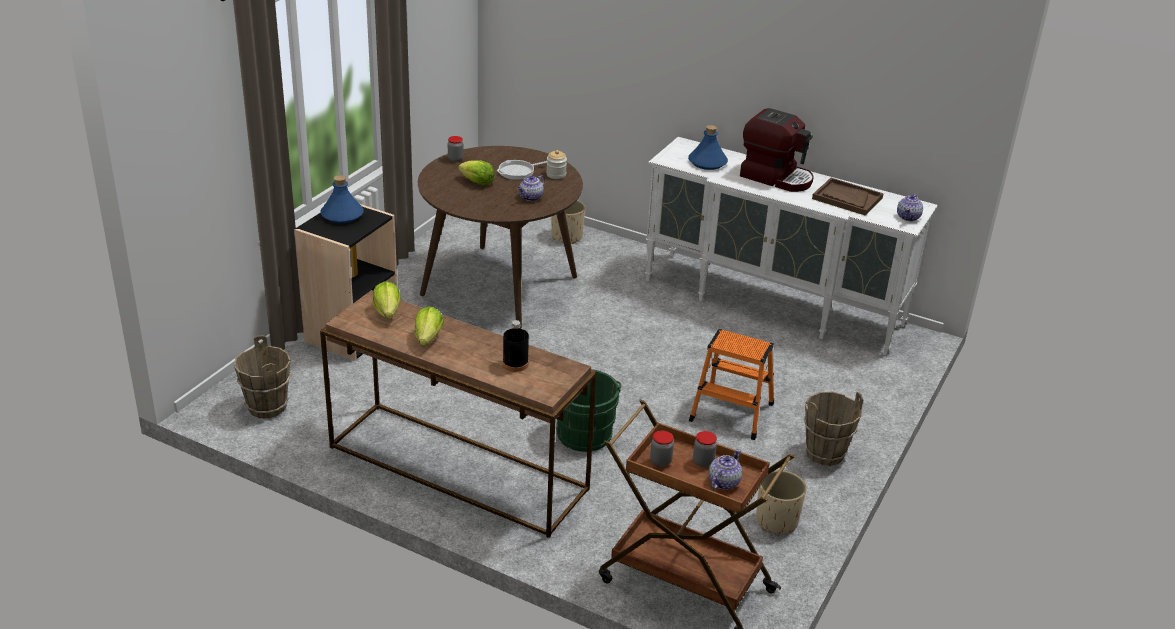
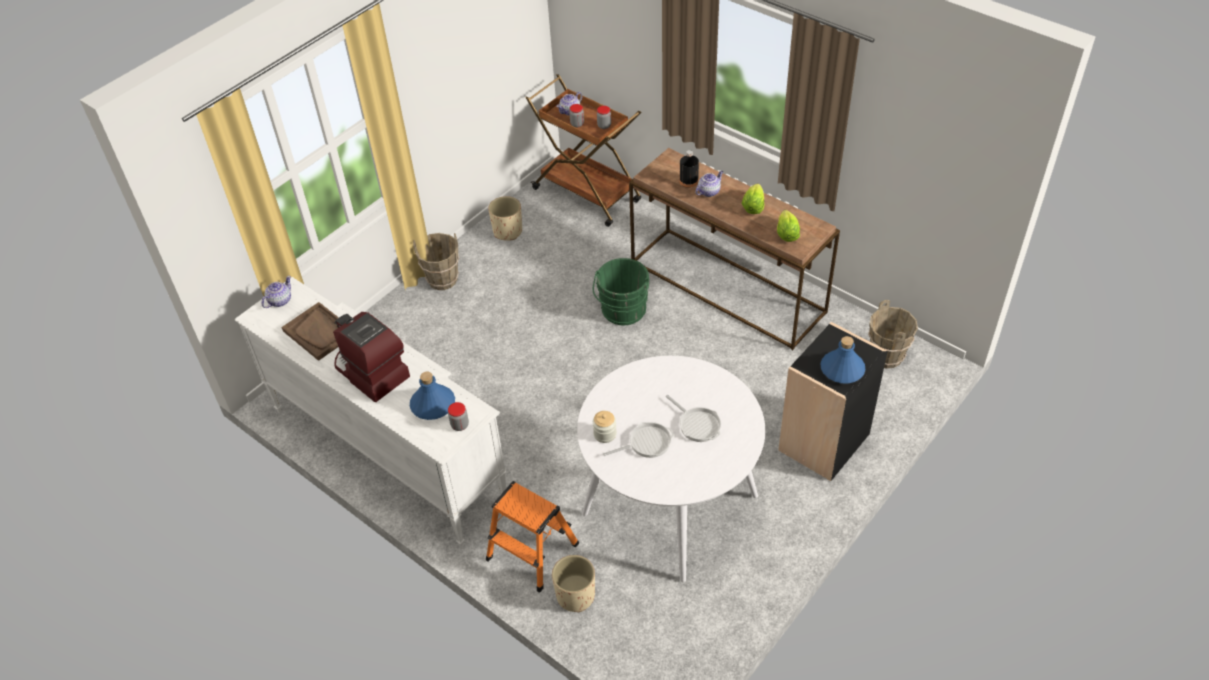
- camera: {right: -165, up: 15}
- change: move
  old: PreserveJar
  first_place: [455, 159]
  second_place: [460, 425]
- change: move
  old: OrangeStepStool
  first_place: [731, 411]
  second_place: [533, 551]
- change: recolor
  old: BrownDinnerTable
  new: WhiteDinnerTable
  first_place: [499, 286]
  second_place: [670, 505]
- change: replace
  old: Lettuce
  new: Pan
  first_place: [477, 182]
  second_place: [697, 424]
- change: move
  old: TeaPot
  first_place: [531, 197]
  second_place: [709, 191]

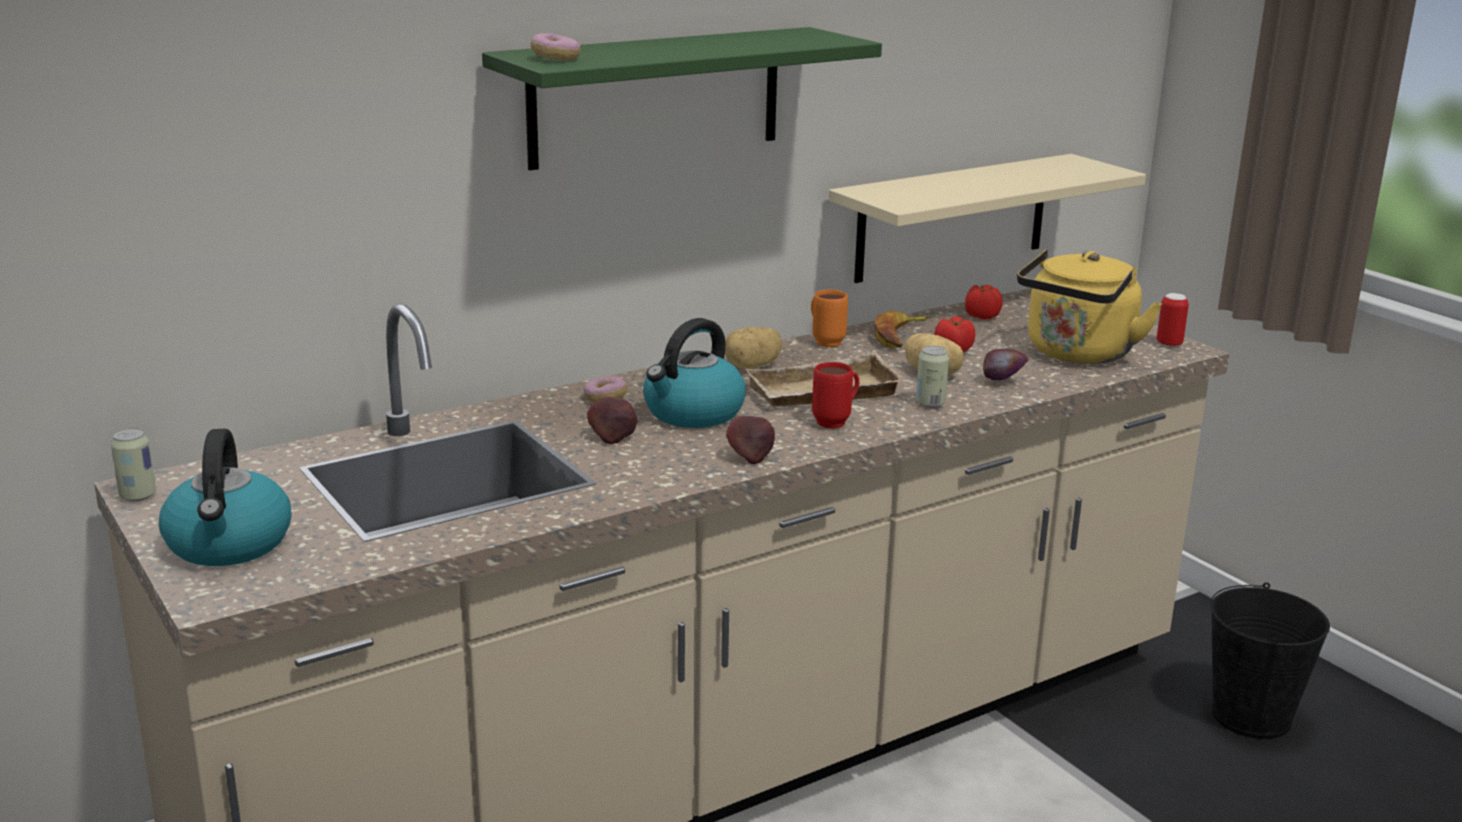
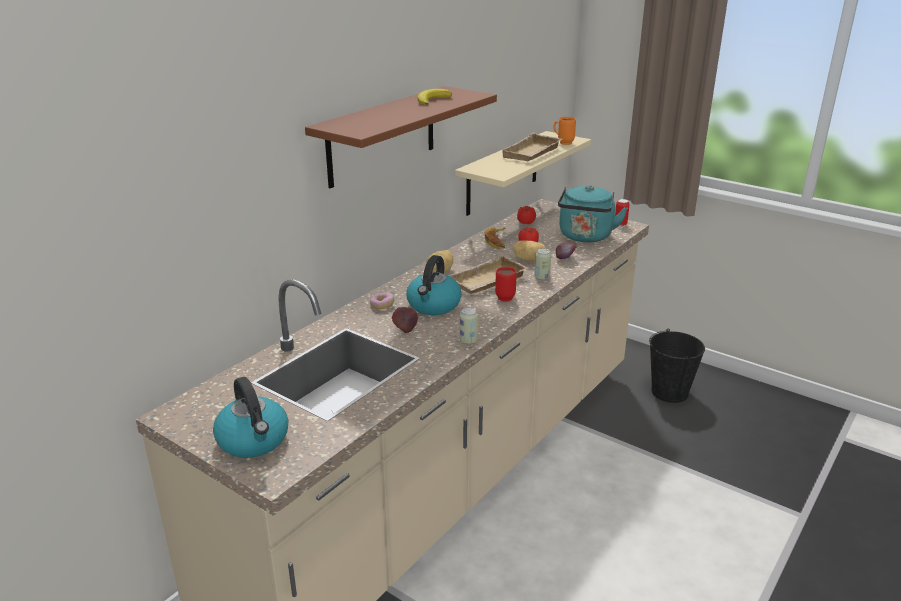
- camera: {right: -20, up: 5}
- change: recolor
  old: GreenishShelf
  new: BrownShelf
  first_place: [656, 97]
  second_place: [382, 136]
- change: insert
  new: BananaFruit
  second_place: [432, 100]
- change: move
  old: MetalCan
  first_place: [138, 495]
  second_place: [468, 341]
- change: insert
  new: SandColouredCarryingTray
  second_place: [532, 153]
- change: move
  old: OrangeMug
  first_place: [824, 341]
  second_place: [562, 142]
- change: recolor
  old: YellowishWaterKettle
  new: TurquoiseColouredWaterKettle
  first_place: [1077, 354]
  second_place: [585, 237]
- change: delete
  old: Doughnut
  first_place: [555, 58]
- change: delete
  old: AppleFruit
  first_place: [750, 457]

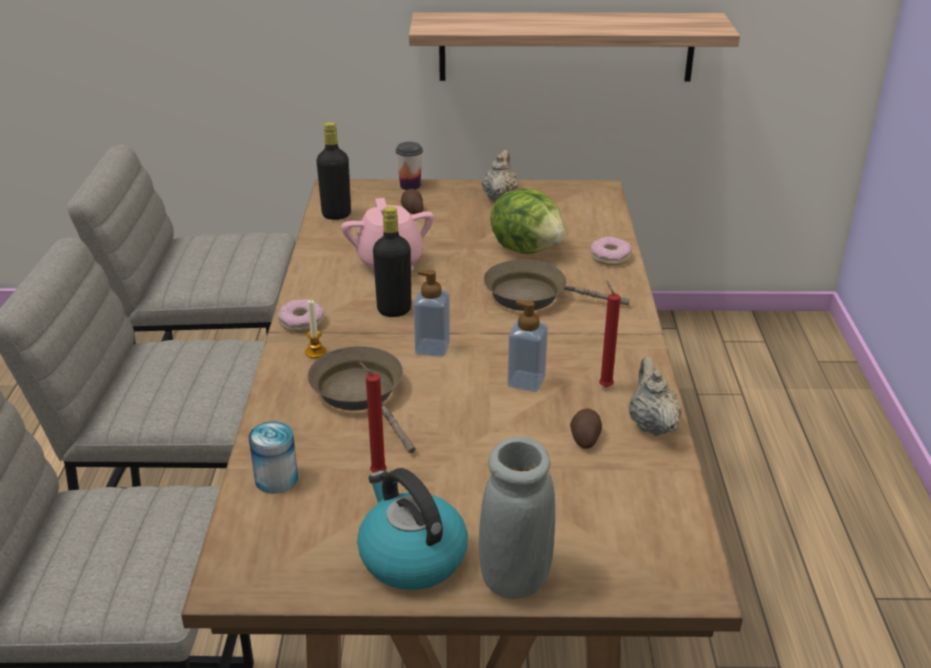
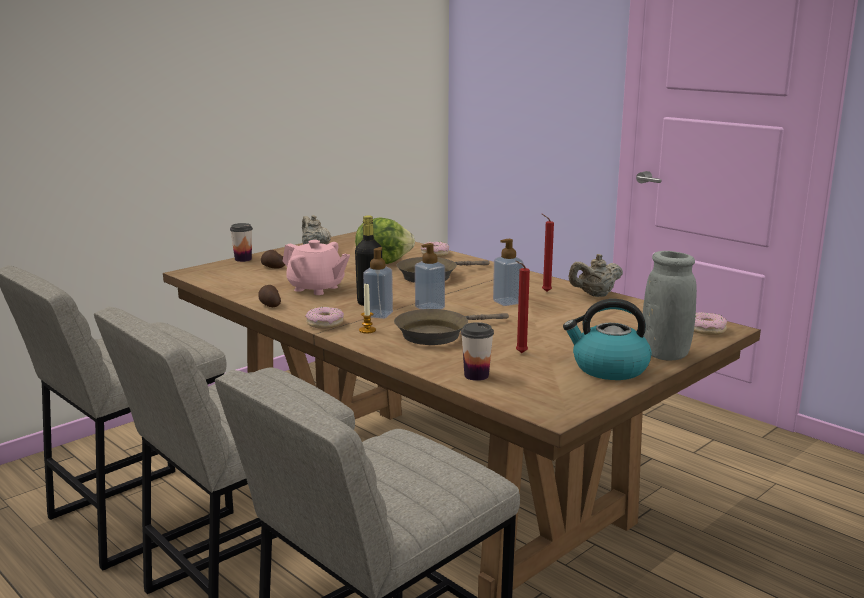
- camera: {right: -45, up: -15}
- change: move
  old: WholePotato
  first_place: [585, 438]
  second_place: [269, 305]
- change: insert
  new: SoapDispenser
  second_place: [378, 314]
- change: rotate
  old: BrownPan
  first_place: [361, 394]
  second_place: [437, 334]
  degrees: -45
- change: replace
  old: MetalCan
  new: Cup
  first_place: [276, 479]
  second_place: [476, 375]
- change: rotate
  old: SandColouredTeaPot
  first_place: [651, 424]
  second_place: [595, 295]
  degrees: -60
- change: insert
  new: Doughnut
  second_place: [706, 330]
- change: delete
  old: BlackishBottle
  first_place: [336, 215]
- change: delete
  old: Shelf
  first_place: [566, 47]

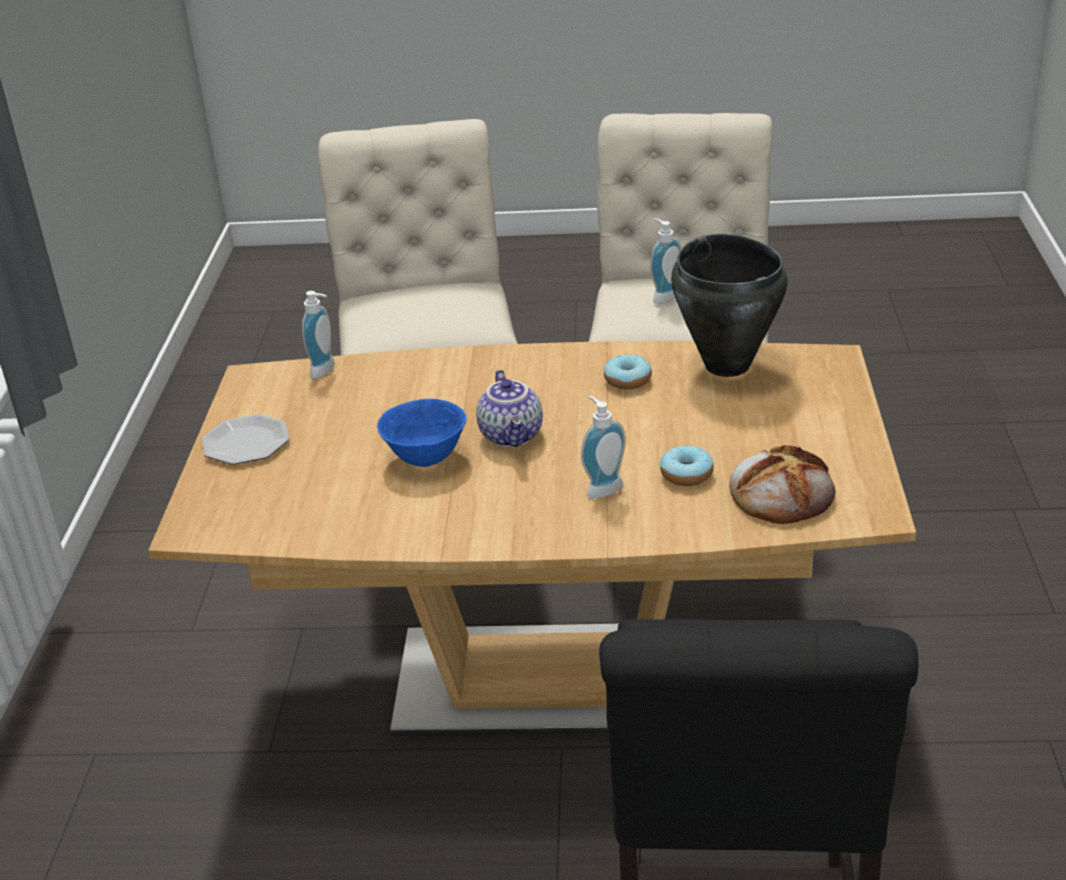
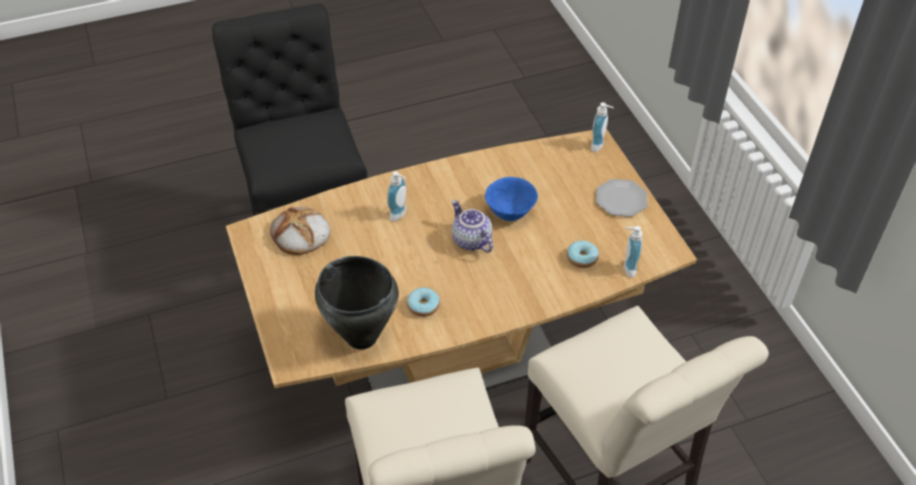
- camera: {right: 155, up: 15}
- change: move
  old: Doughnut
  first_place: [686, 474]
  second_place: [582, 258]
- change: move
  old: SoapDispenser
  first_place: [663, 296]
  second_place: [599, 146]

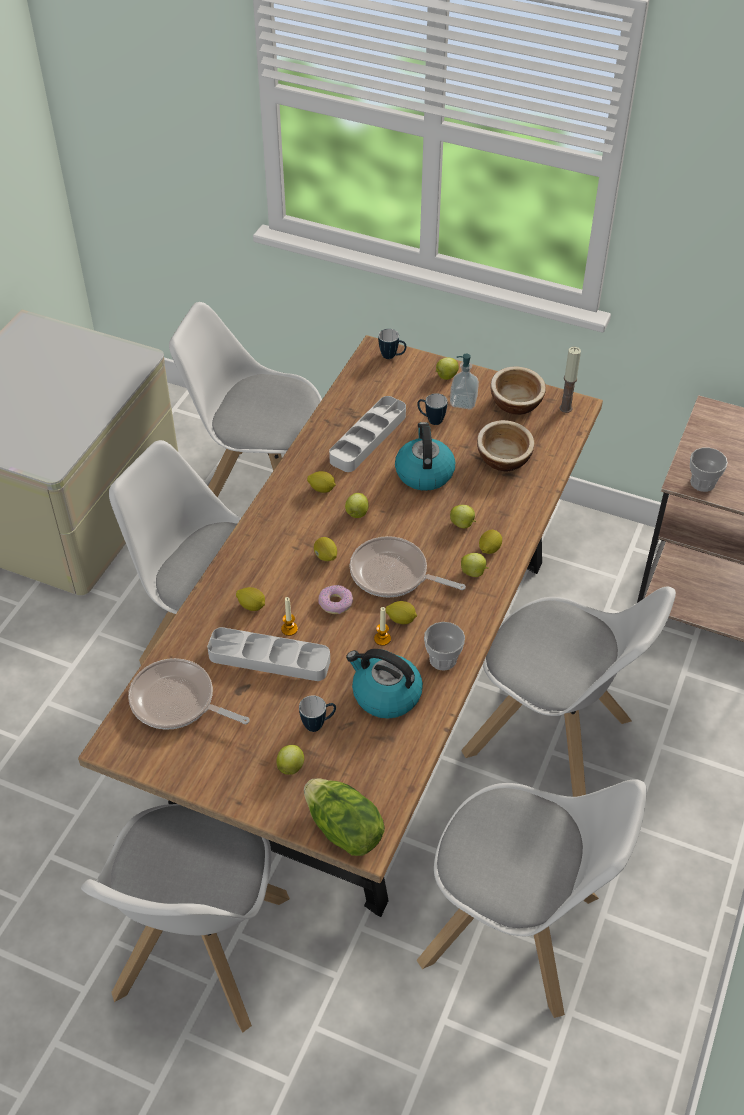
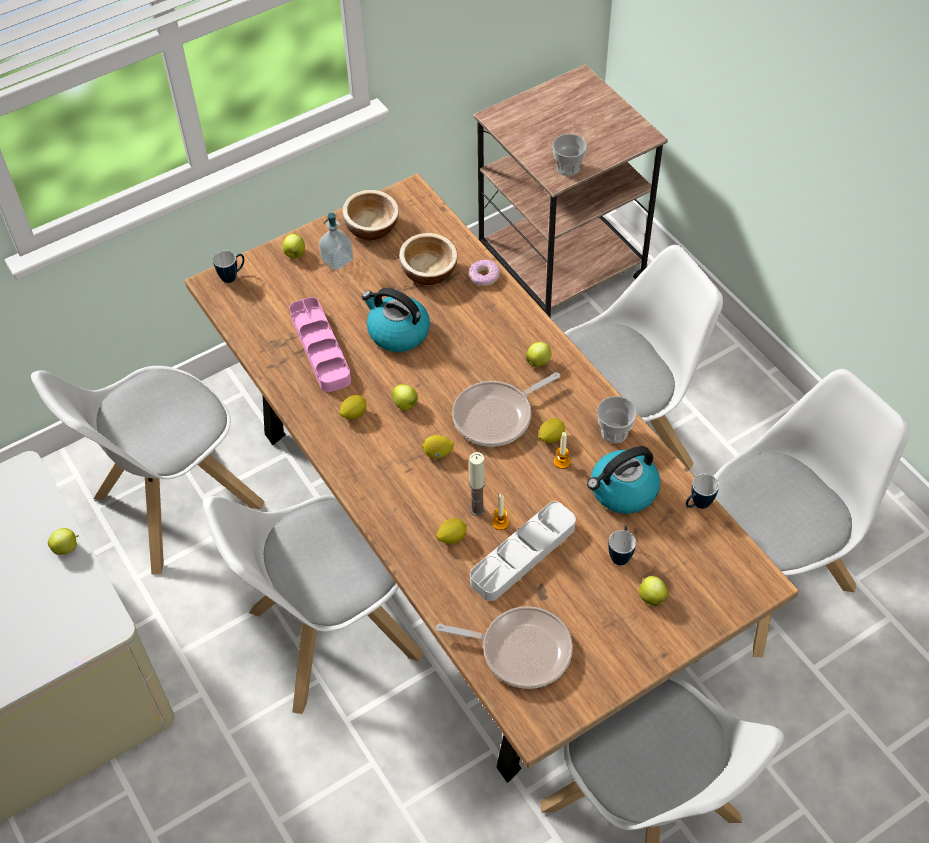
- camera: {right: -55, up: 5}
- change: move
  old: AppleFruit
  first_place: [463, 524]
  second_place: [67, 548]
- change: recolor
  old: GrayCarryingTray
  new: PinkCarryingTray
  first_place: [368, 438]
  second_place: [320, 348]
- change: rotate
  old: Pan
  first_place: [177, 702]
  second_place: [520, 650]
  degrees: -135
- change: move
  old: Doughnut
  first_place: [335, 603]
  second_place: [484, 276]
- change: move
  old: WaxLight
  first_place: [565, 408]
  second_place: [477, 509]
- change: move
  old: Mug
  first_place: [431, 420]
  second_place: [697, 505]
- change: delete
  old: Lettuce
  first_place: [343, 830]
- change: delete
  old: WholeLemon
  first_place: [489, 549]

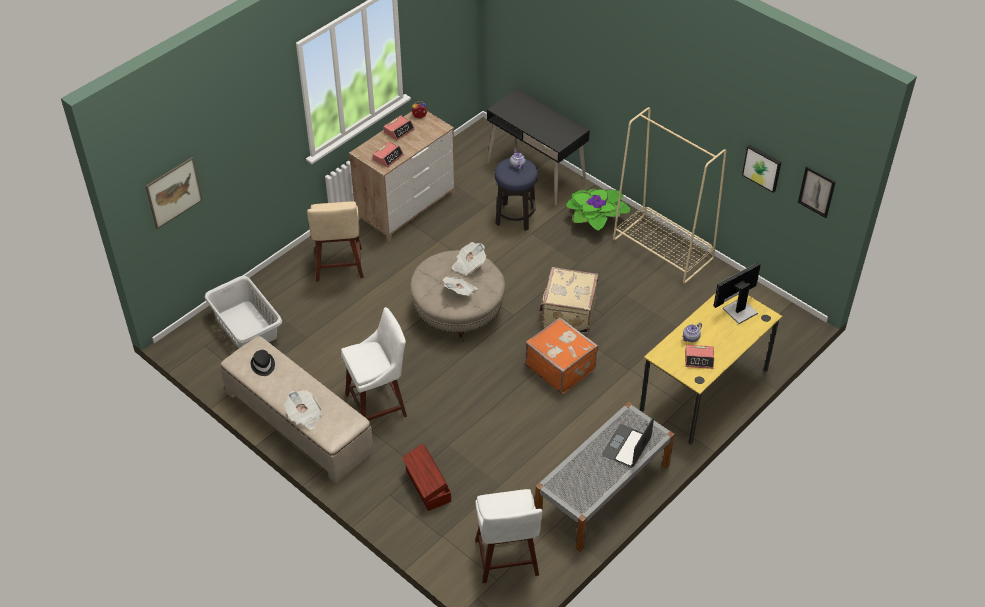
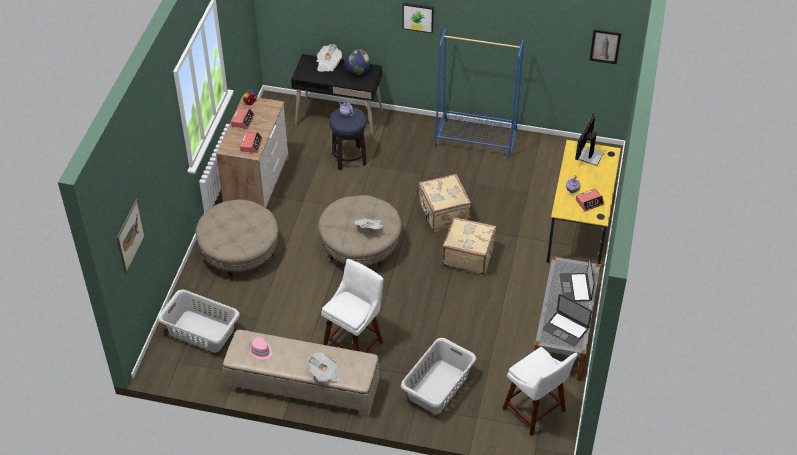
- camera: {right: -30, up: 0}
- change: replace
  old: SandColouredUprightChair
  new: SandColouredFootrest
  first_place: [338, 267]
  second_place: [240, 253]
- change: recolor
  old: BlackishWearableHat
  new: PinkWearableHat
  first_place: [263, 365]
  second_place: [260, 350]
- change: move
  old: Newspaper
  first_place: [468, 265]
  second_place: [328, 64]
- change: insert
  new: WorldGlobe
  second_place: [357, 72]
- change: replace
  old: BrownStorageBox
  new: GrayHamper
  first_place: [427, 486]
  second_place: [439, 387]
- change: move
  old: Picture
  first_place: [762, 167]
  second_place: [418, 17]
- change: recolor
  old: SandColouredClothesRack
  new: BluishClothesRack
  first_place: [663, 249]
  second_place: [476, 139]
- change: recolor
  old: OrangeTravelCase
  new: SandColouredTravelCase
  first_place: [561, 367]
  second_place: [468, 256]
- change: insert
  new: NotebookComputer
  second_place: [565, 329]
- change: delete
  old: PlantInAPot
  first_place: [596, 219]

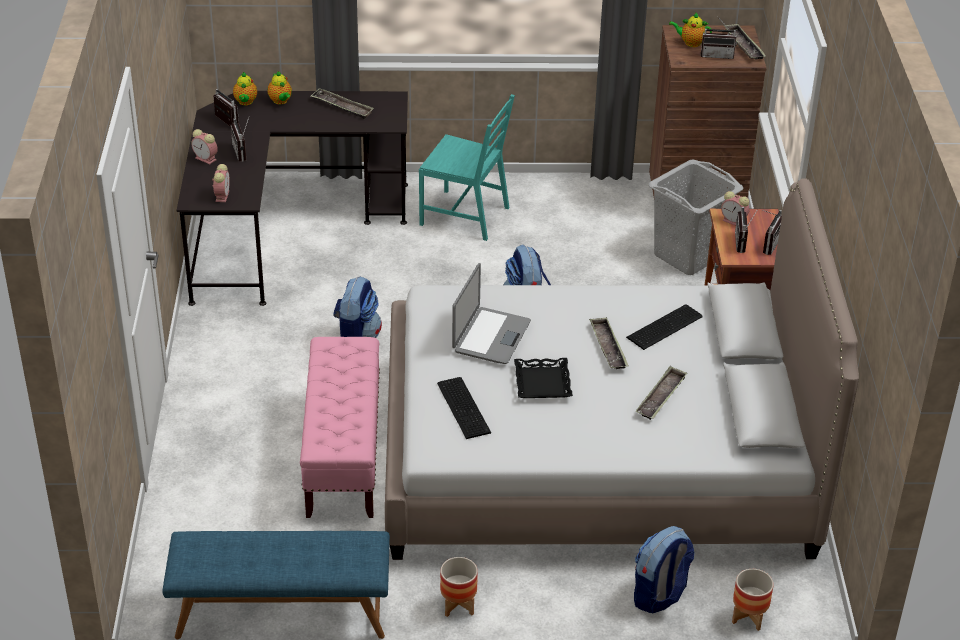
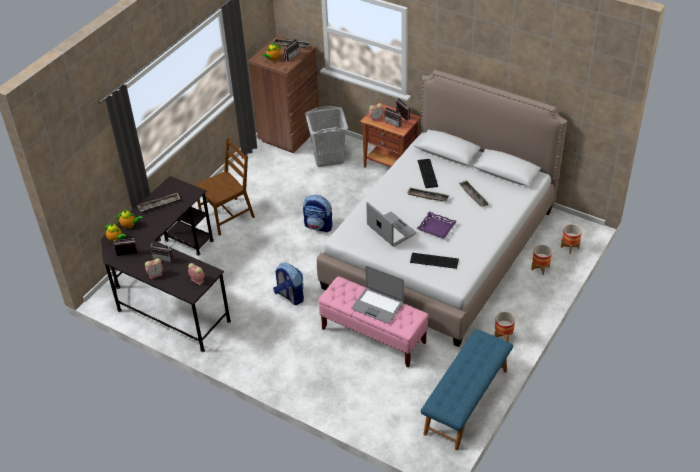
- camera: {right: -55, up: 5}
- change: recolor
  old: TurquoiseColouredUprightChair
  new: BrownUprightChair
  first_place: [466, 215]
  second_place: [227, 216]
- change: insert
  new: NotebookComputer
  second_place: [377, 306]
- change: recolor
  old: BlackishCarryingTray
  new: PurpleColouredCarryingTray
  first_place: [542, 383]
  second_place: [436, 228]
- change: replace
  old: Rucksack
  new: Planter
  first_place: [660, 595]
  second_place: [540, 268]

